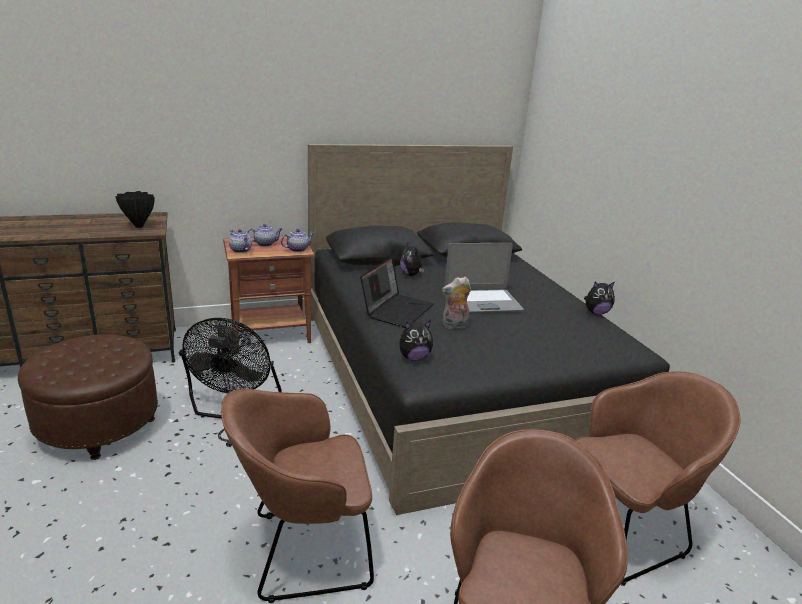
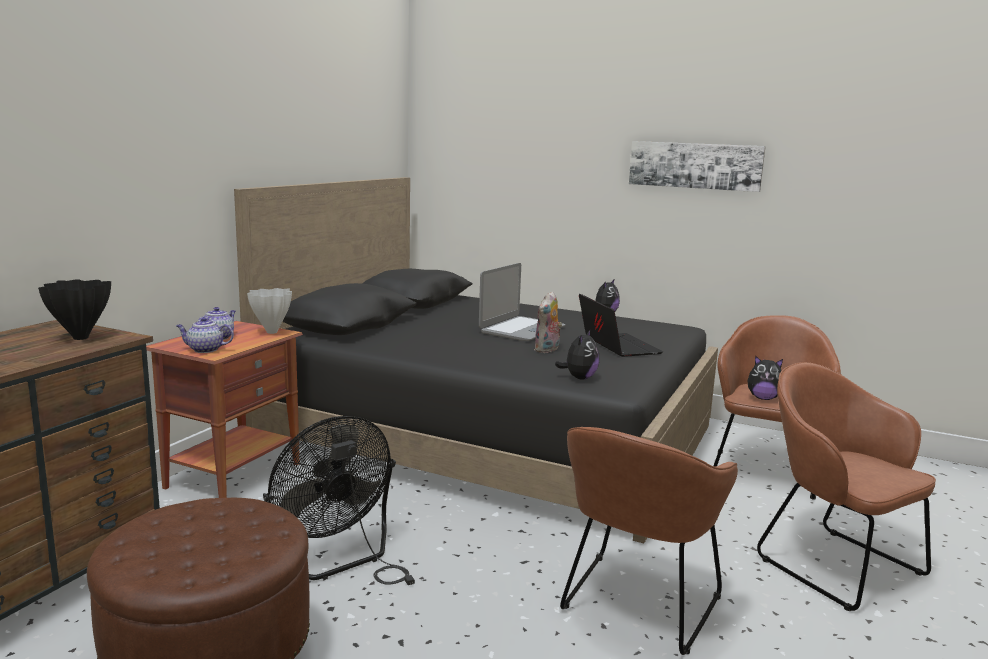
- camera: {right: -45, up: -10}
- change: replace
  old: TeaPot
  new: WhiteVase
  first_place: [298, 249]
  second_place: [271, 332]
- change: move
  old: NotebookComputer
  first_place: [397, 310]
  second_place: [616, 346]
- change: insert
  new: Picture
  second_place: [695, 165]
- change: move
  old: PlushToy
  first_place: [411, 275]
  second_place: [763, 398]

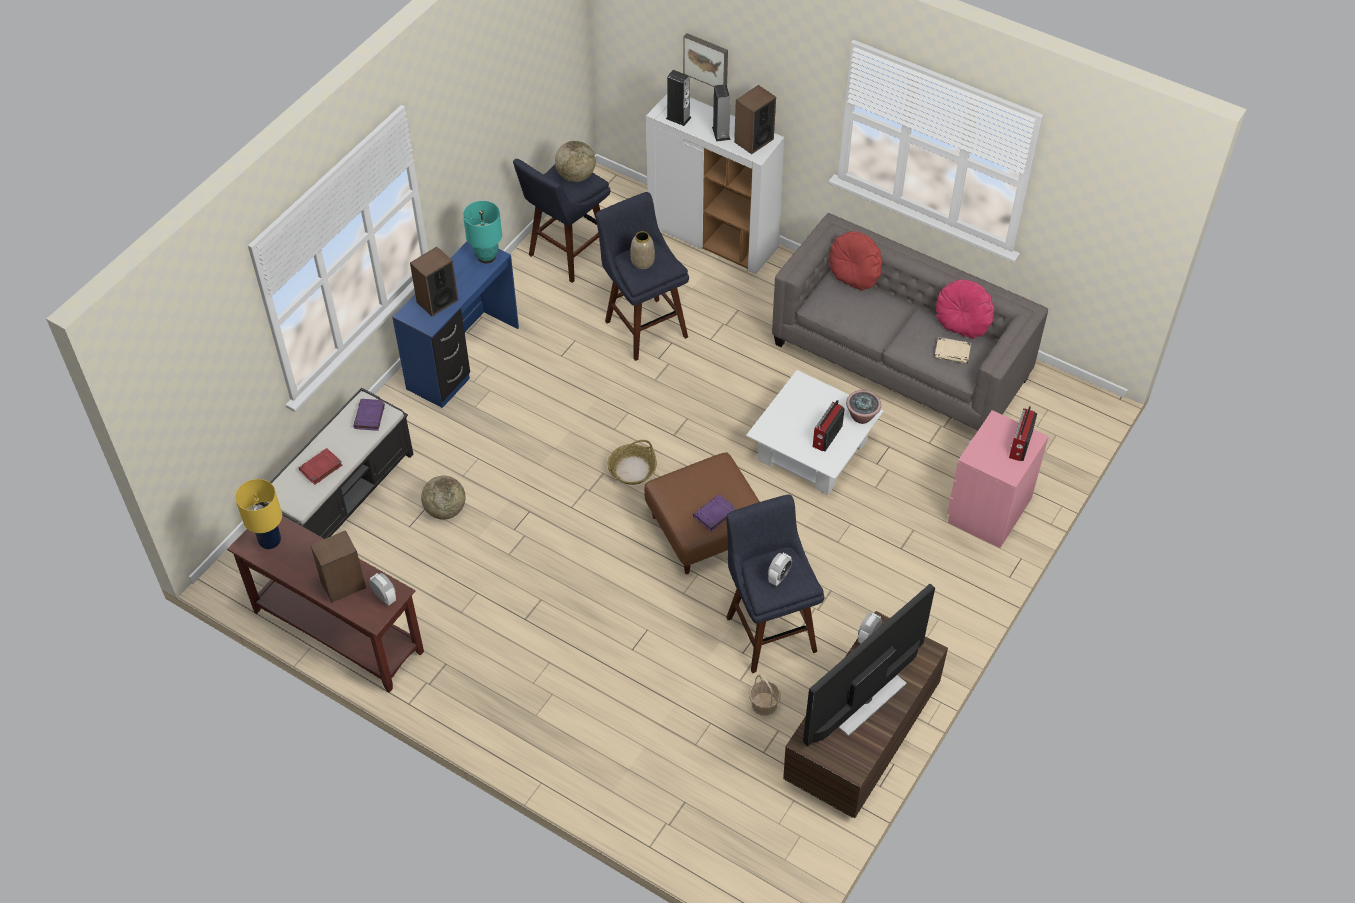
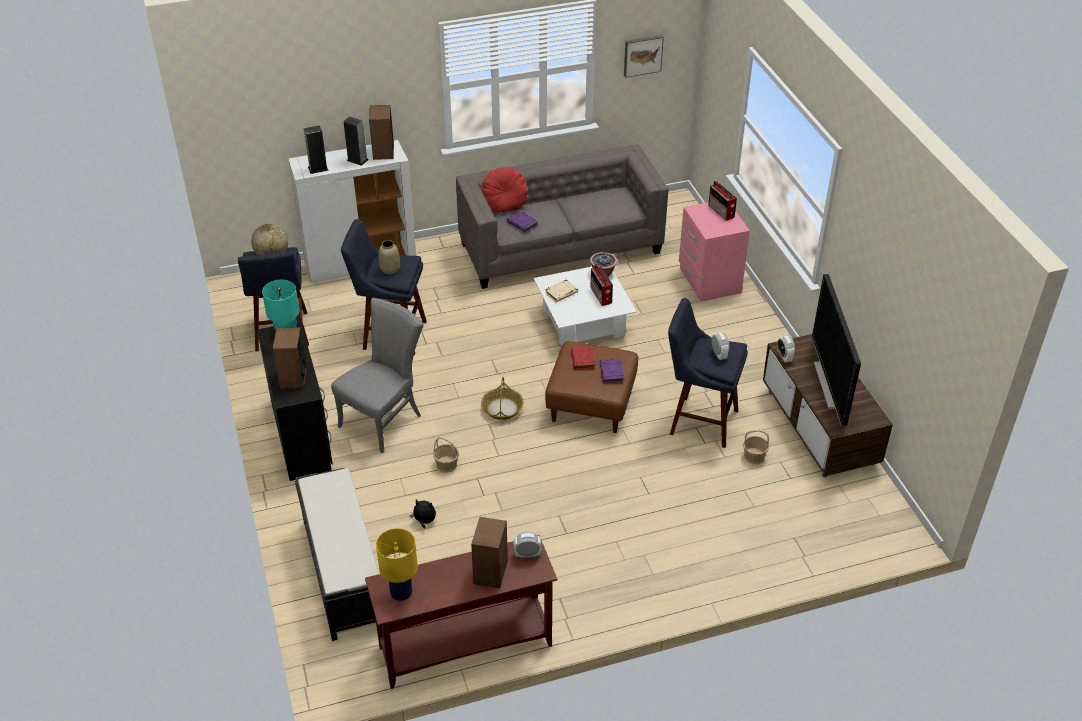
- camera: {right: -50, up: -10}
- change: recolor
  old: BluishDesk
  new: BlackishDesk
  first_place: [464, 358]
  second_place: [302, 435]
- change: insert
  new: GrayUprightChair
  second_place: [385, 419]
- change: replace
  old: WorldGlobe
  new: PlushToy
  first_place: [445, 510]
  second_place: [424, 521]
- change: insert
  new: HouseholdBasket
  second_place: [446, 464]
- change: move
  old: PurpleColouredBook
  first_place: [369, 417]
  second_place: [522, 223]
- change: move
  old: SandColouredBook
  first_place: [952, 352]
  second_place: [561, 292]
- change: move
  old: ReddishBook
  first_place: [320, 468]
  second_place: [583, 359]
- change: move
  old: Picture
  first_place: [706, 60]
  second_place: [642, 55]
- change: delete
  old: PinkCushion
  first_place: [961, 327]

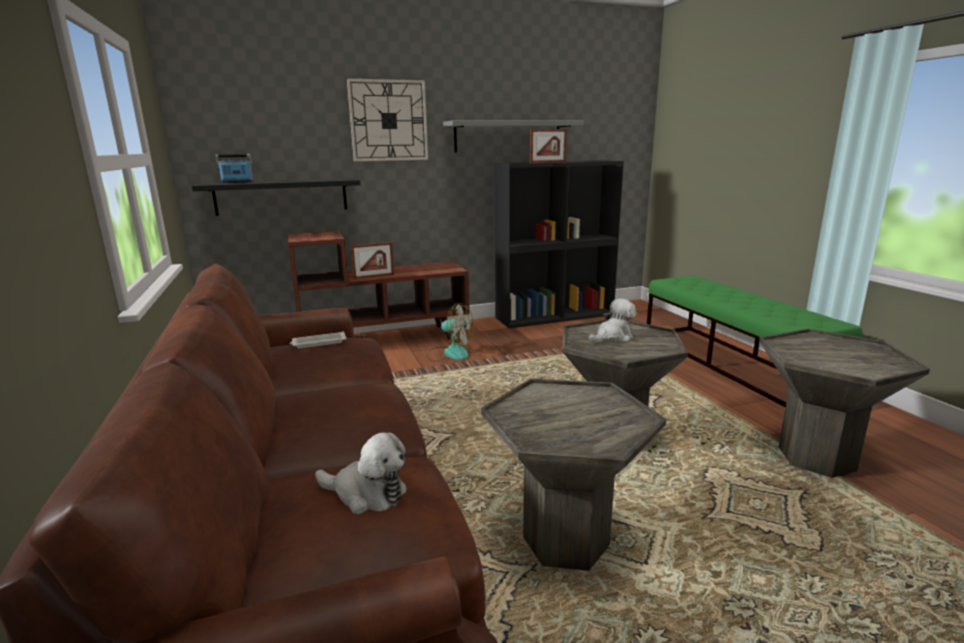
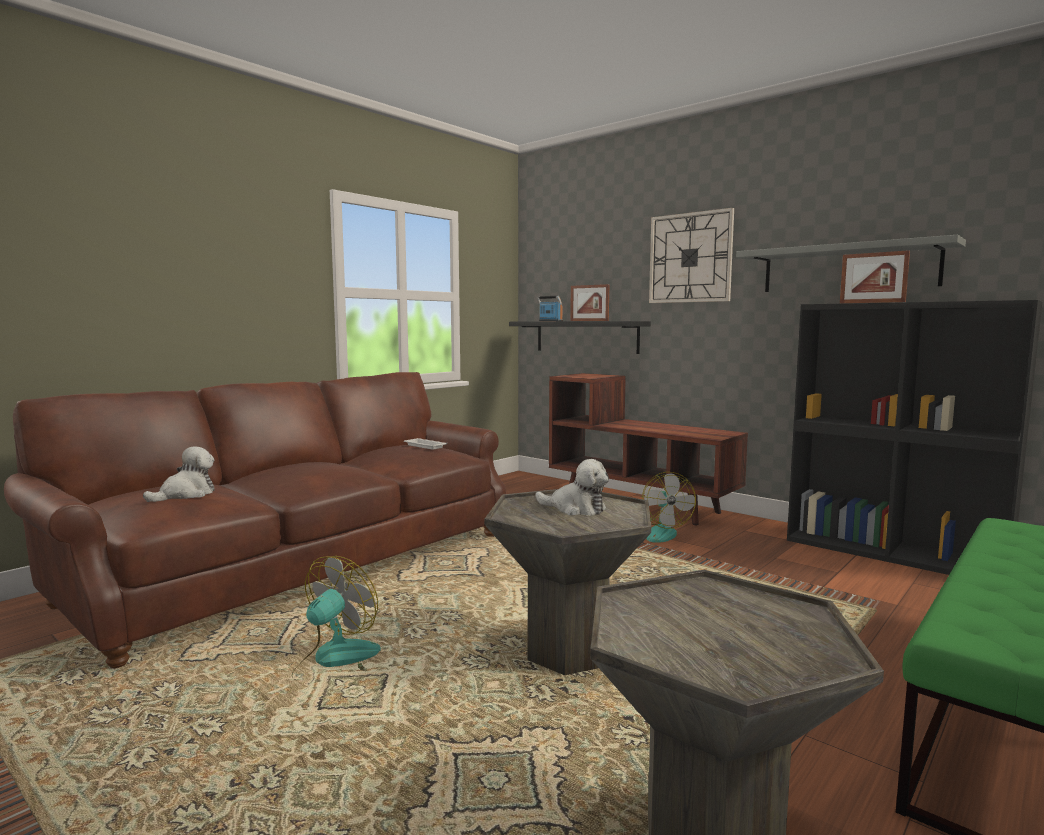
- camera: {right: 60, up: -10}
- change: rotate
  old: PlushToy
  first_place: [366, 494]
  second_place: [186, 495]
  degrees: -135
- change: replace
  old: GrayAccentTable
  new: ElectricFan
  first_place: [565, 543]
  second_place: [335, 662]
- change: move
  old: PictureFrame
  first_place: [374, 277]
  second_place: [589, 321]

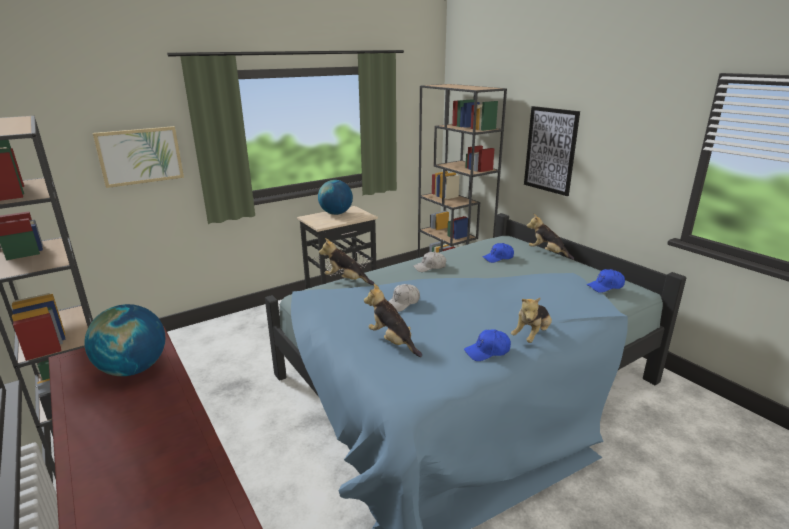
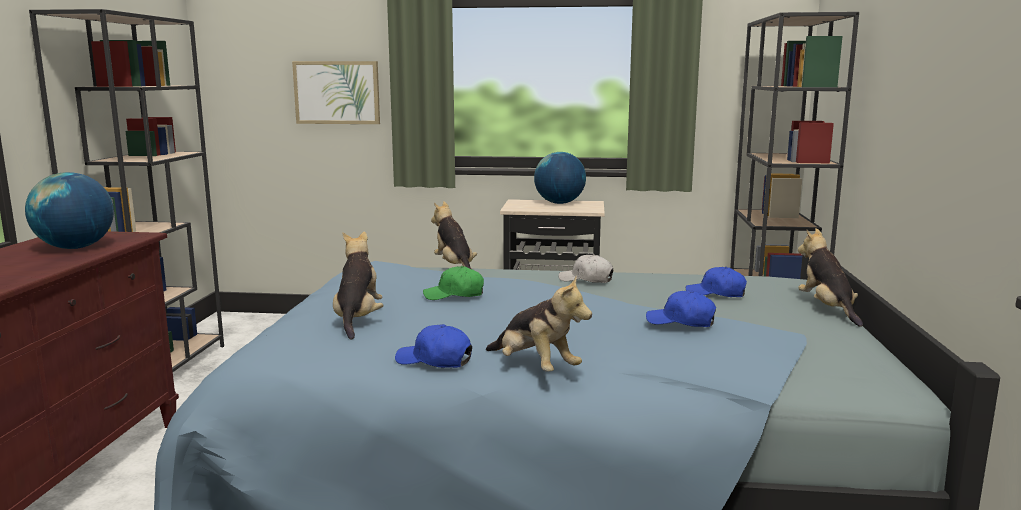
- camera: {right: 40, up: -10}
- change: recolor
  old: WhiteBaseballCap
  new: GreenishBaseballCap
  first_place: [402, 303]
  second_place: [454, 295]
- change: rotate
  old: PlushToy
  first_place: [532, 335]
  second_place: [535, 368]
  degrees: -120
- change: move
  old: BluishBaseballCap
  first_place: [605, 286]
  second_place: [681, 322]
- change: delete
  old: Picture
  first_place: [550, 150]

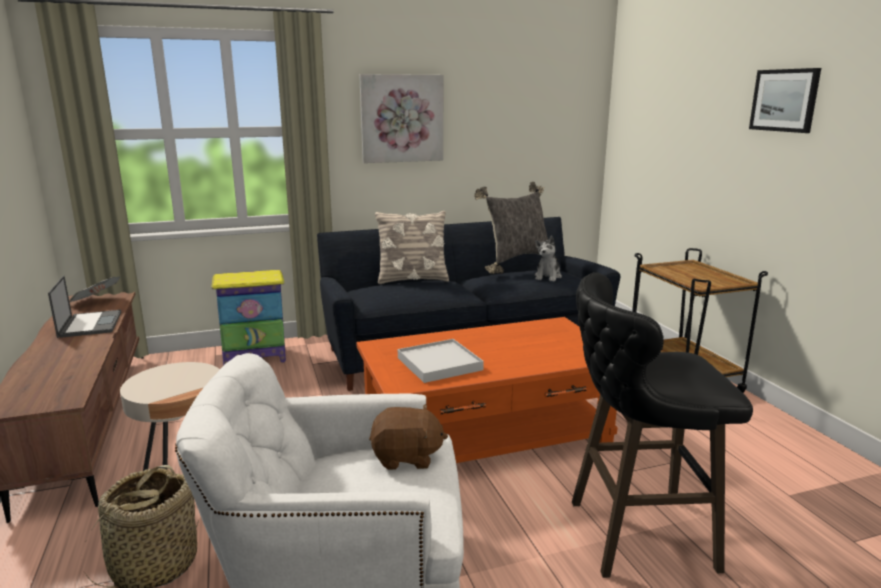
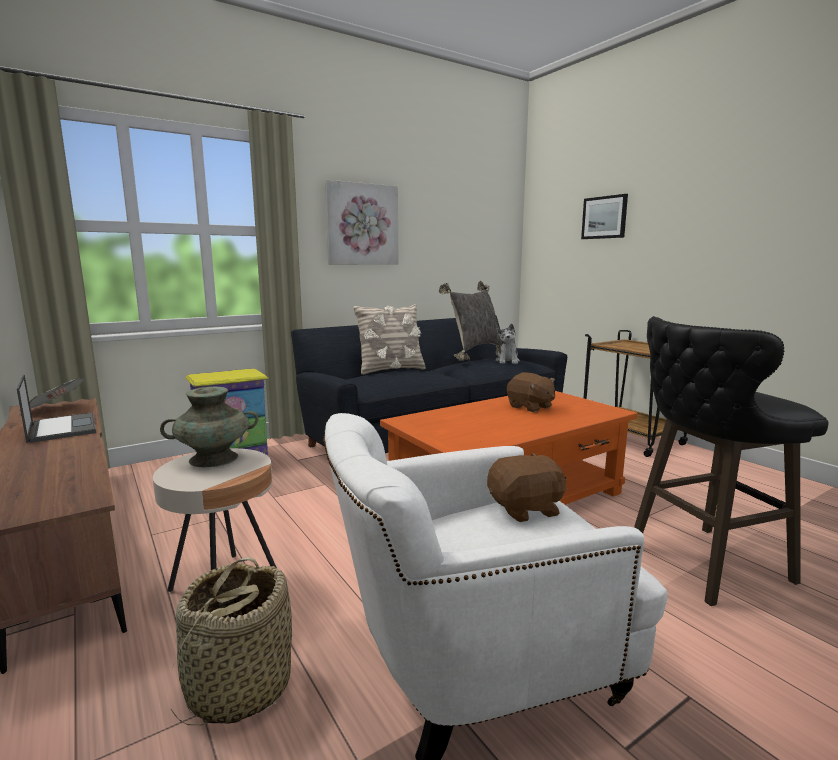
- camera: {right: -15, up: -5}
- change: insert
  new: TurquoiseColouredVase
  second_place: [214, 458]
- change: insert
  new: BrownPlushToy
  second_place: [530, 407]
- change: move
  old: Picture
  first_place: [784, 100]
  second_place: [604, 217]
- change: delete
  old: WhiteCarryingTray
  first_place: [439, 364]

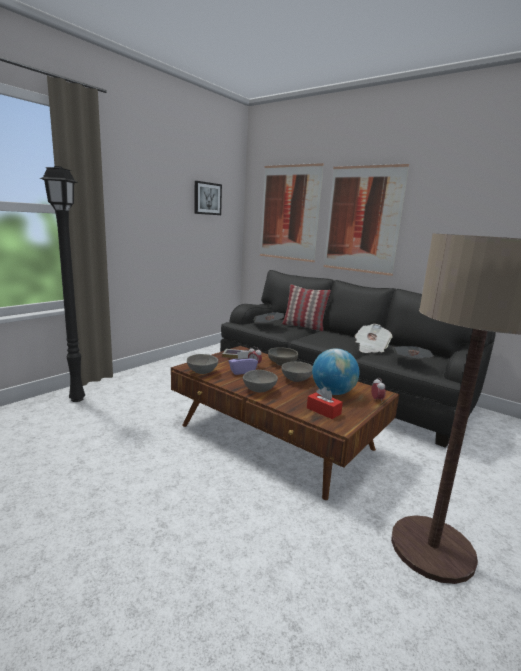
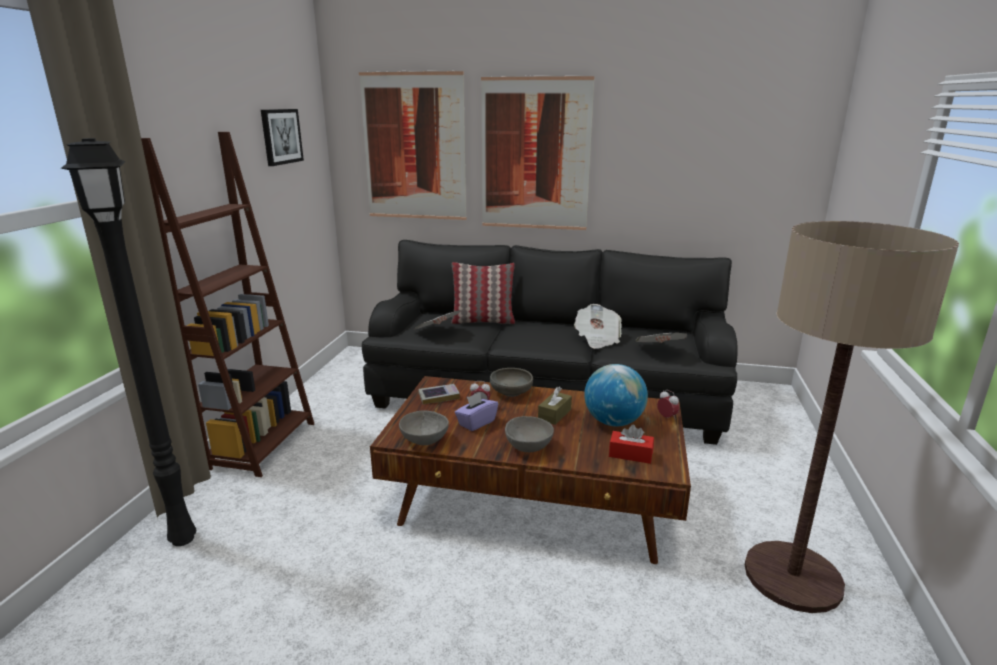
- camera: {right: -25, up: 5}
- change: insert
  new: BrownBookcase
  second_place: [262, 445]
- change: replace
  old: GrayServingBowl
  new: BrownTissueBox
  first_place: [296, 379]
  second_place: [554, 414]

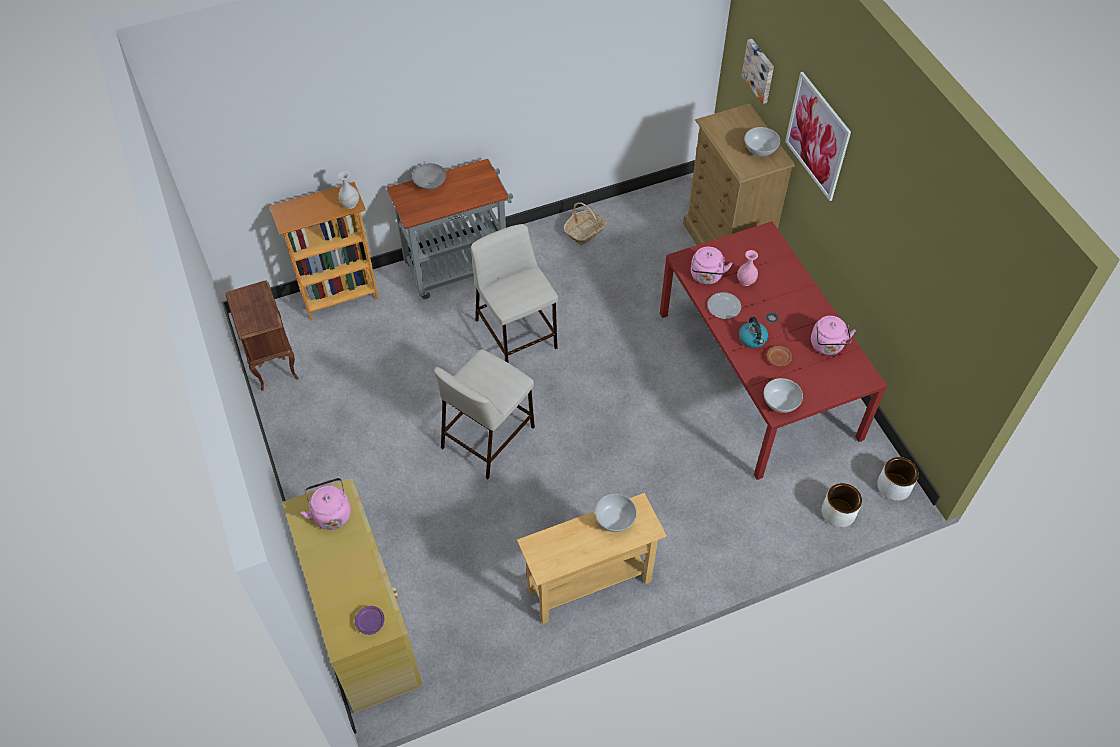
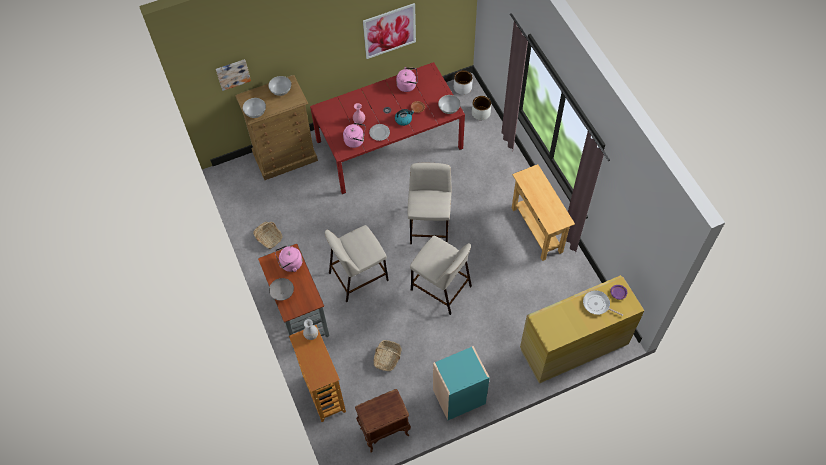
- camera: {right: -90, up: 5}
- change: move
  old: WhiteServingBowl
  first_place: [614, 520]
  second_place: [255, 113]
- change: move
  old: PinkWaterKettle
  first_place: [331, 513]
  second_place: [290, 264]
- change: move
  old: Picture
  first_place: [817, 136]
  second_place: [389, 31]
- change: insert
  new: HouseholdBasket
  second_place: [387, 358]
- change: insert
  new: SandColouredStool
  second_place: [430, 225]
- change: insert
  new: TurquoiseColouredBookcase
  second_place: [458, 397]
- change: insert
  new: Pan
  second_place: [597, 305]

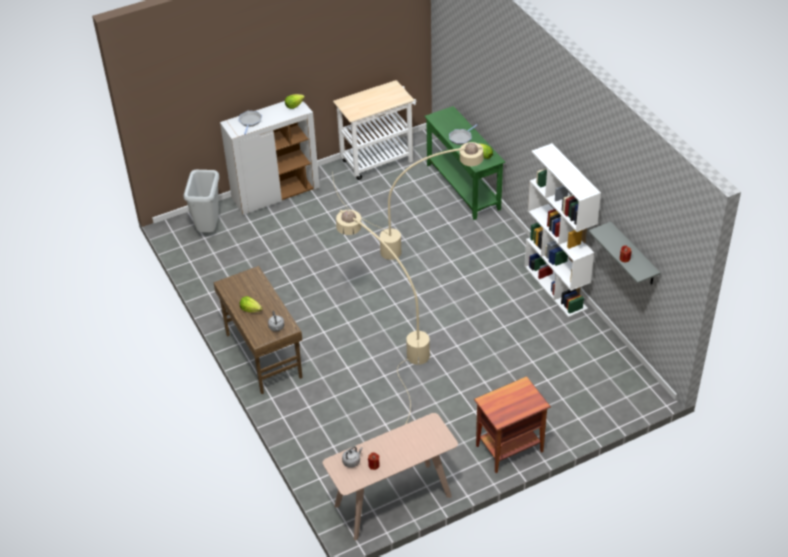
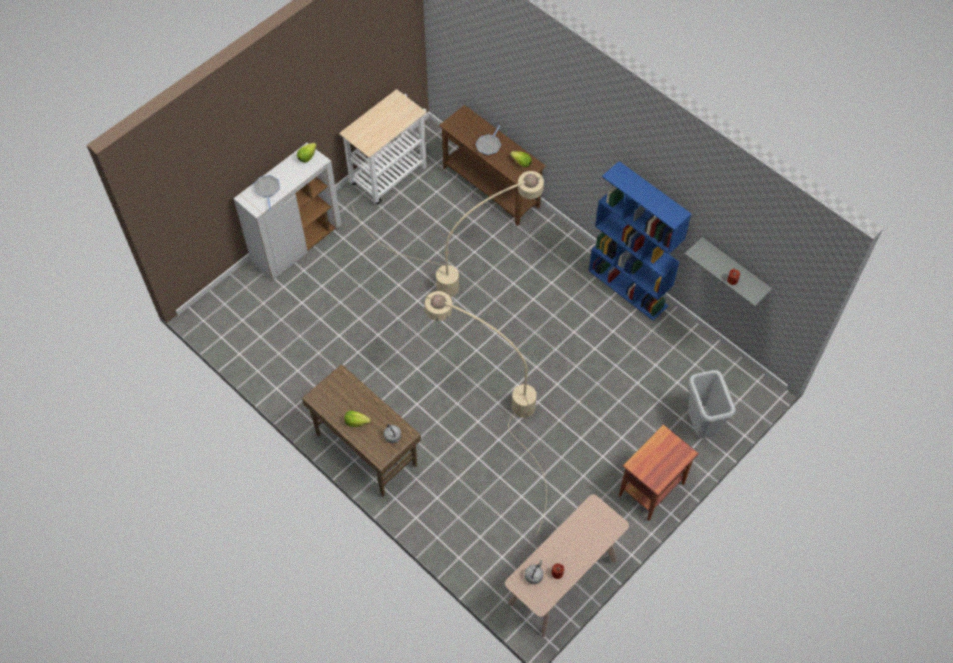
- camera: {right: -20, up: 15}
- change: recolor
  old: GreenishHallTable
  new: BrownHallTable
  first_place: [463, 187]
  second_place: [491, 187]
- change: recolor
  old: WhiteBookcase
  new: BluishBookcase
  first_place: [556, 287]
  second_place: [628, 288]
- change: move
  old: GrayTrashCan
  first_place: [208, 229]
  second_place: [700, 426]

